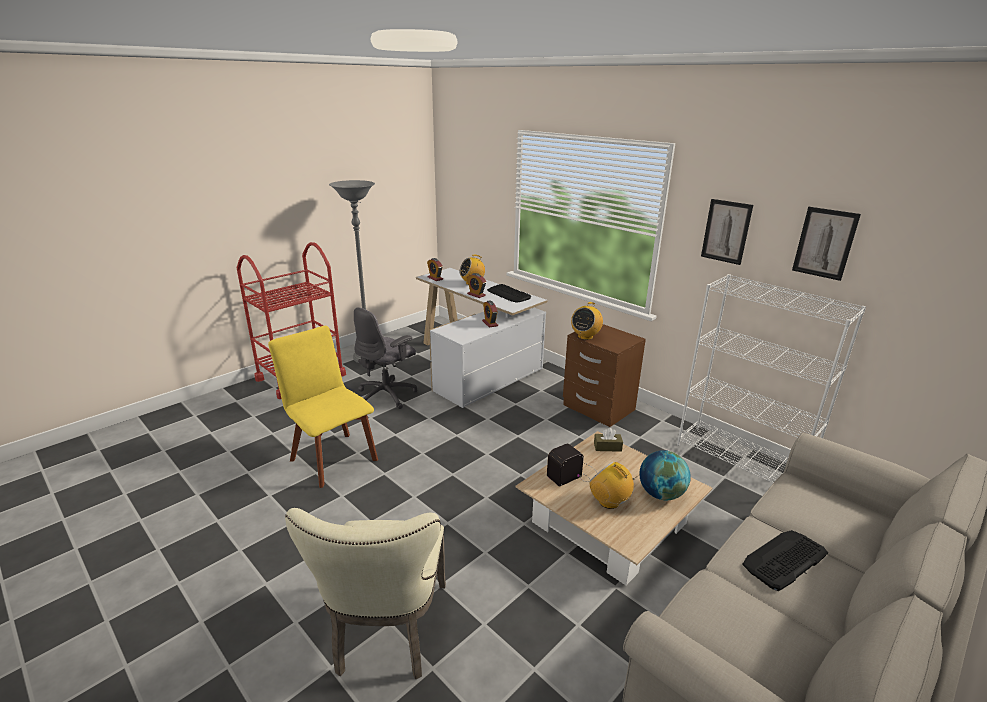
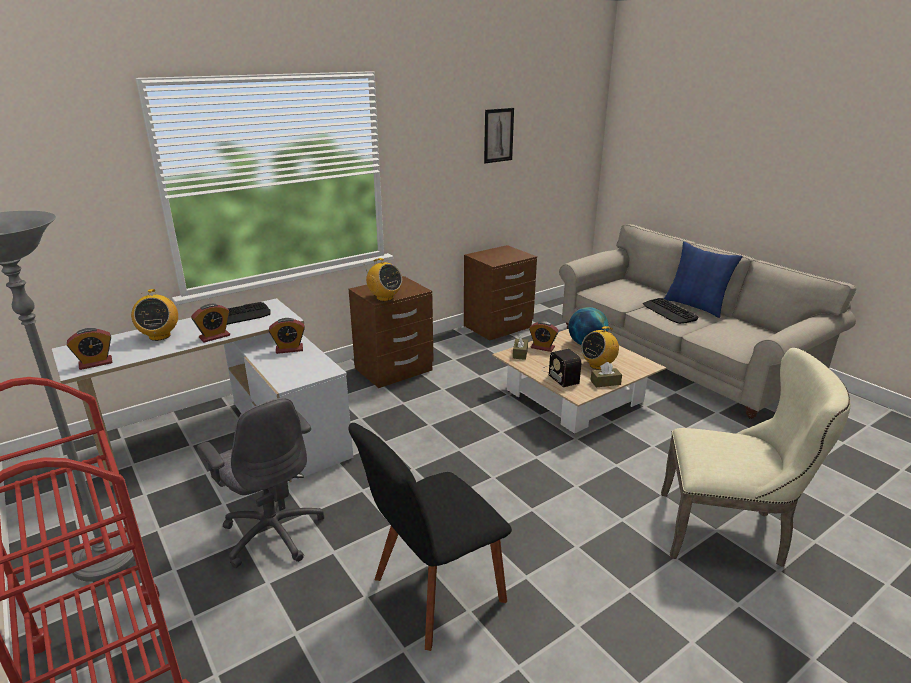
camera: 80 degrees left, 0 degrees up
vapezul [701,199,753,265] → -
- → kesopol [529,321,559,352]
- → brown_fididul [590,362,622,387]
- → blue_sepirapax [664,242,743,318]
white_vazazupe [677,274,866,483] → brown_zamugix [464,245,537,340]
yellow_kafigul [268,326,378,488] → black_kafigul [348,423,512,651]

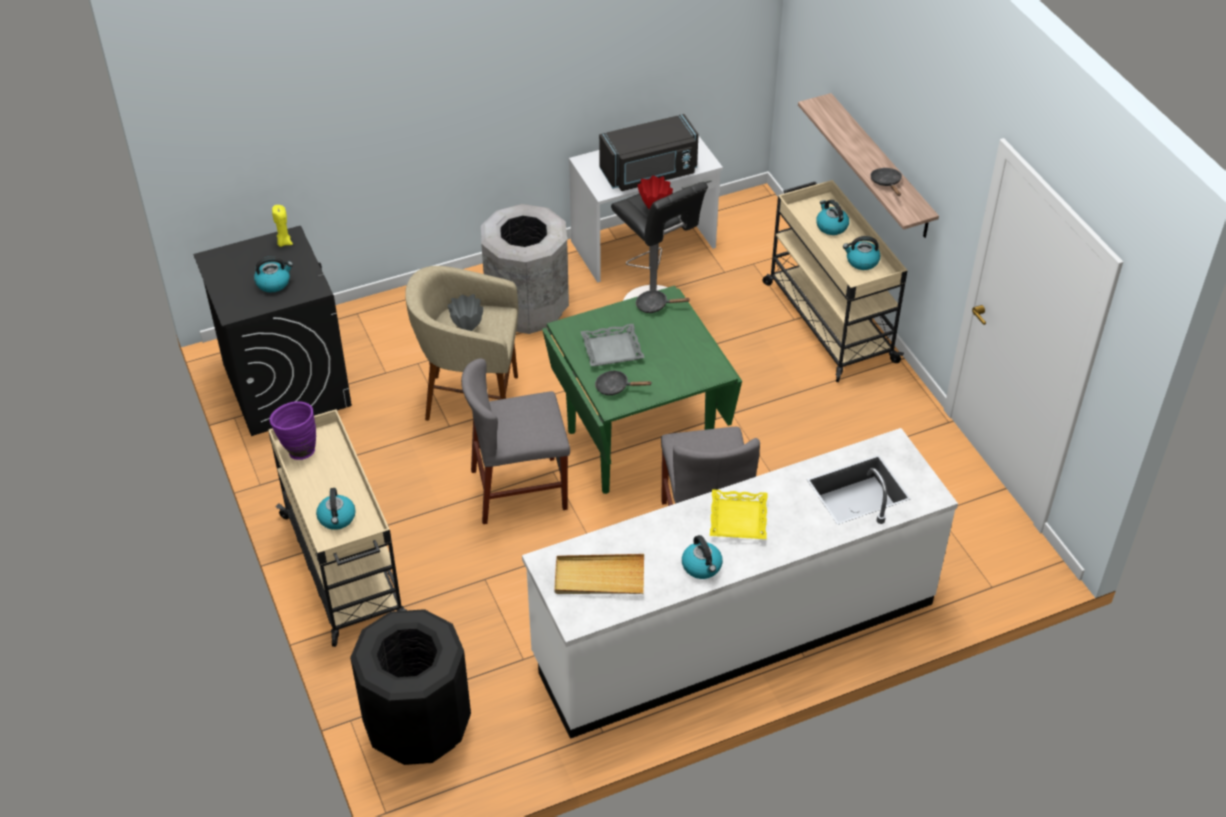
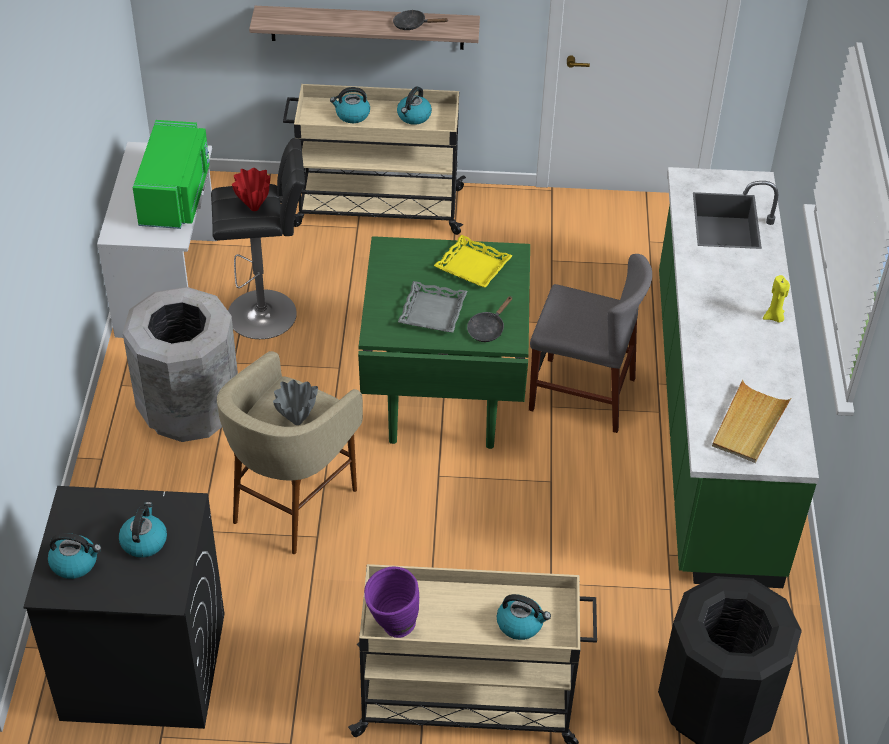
camera: 65 degrees left, 0 degrees up
grey_kafigul [461,358,570,524] → -
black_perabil [636,290,691,313] → -
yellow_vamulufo [272,205,293,247] → yellow_vamulufo [763,275,790,323], move
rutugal [682,535,723,579] → rutugal [48,533,102,579], move
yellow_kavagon [710,489,767,539] → yellow_kavagon [434,235,512,288], move
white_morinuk [522,428,958,739] → green_morinuk [659,167,819,588]
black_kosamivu [599,114,699,191] → green_kosamivu [133,120,209,229]

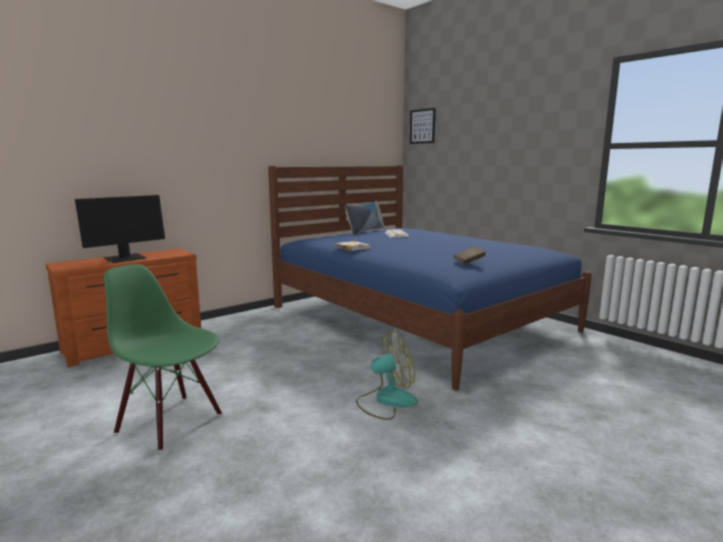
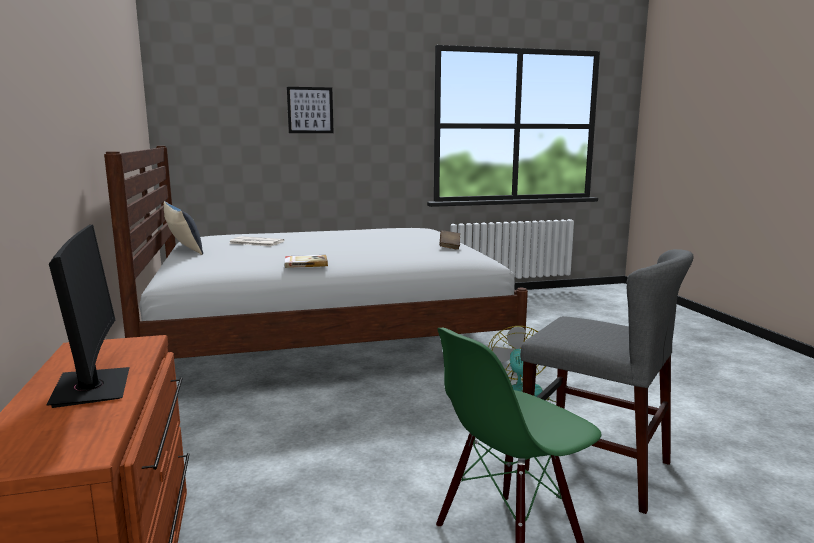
camera: 65 degrees left, 0 degrees up
- → grey_kafigul [520,249,694,514]
vapezul [410,108,436,144] → vapezul [287,87,334,133], move
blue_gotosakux [268,165,592,390] → white_gotosakux [104,146,528,359]

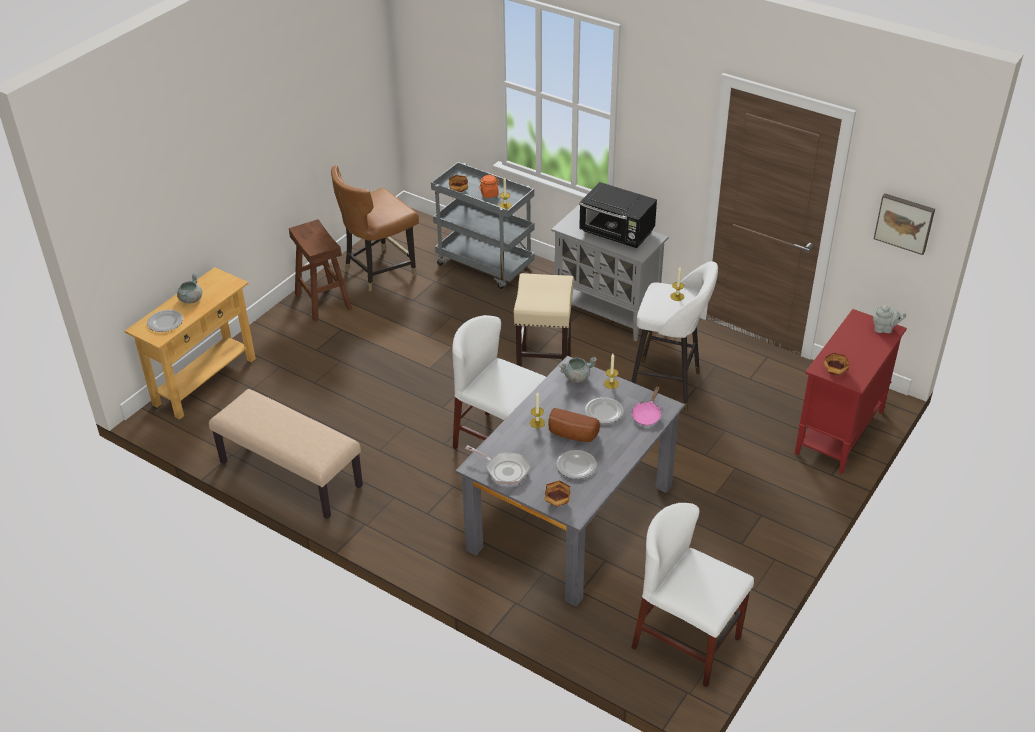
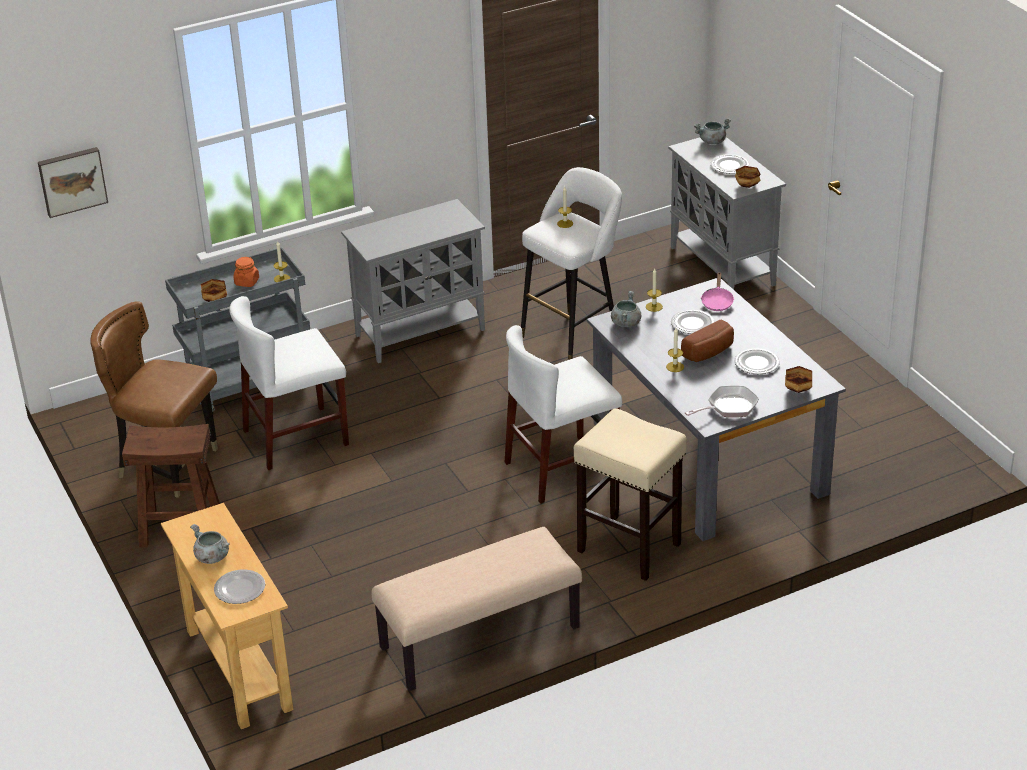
camera: 60 degrees left, 5 degrees down
black_kosamivu [579,182,657,248] → -
- → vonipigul [711,154,749,174]
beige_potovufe [514,273,574,367] → beige_potovufe [574,408,687,581], move
white_kafigul [631,503,754,687] → white_kafigul [229,296,349,470], move
vapezul [874,193,935,255] → vapezul [38,147,108,218], move
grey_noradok [873,305,906,333] → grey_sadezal [694,119,731,145]
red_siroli [795,309,907,474] → grey_siroli [668,137,786,290]
brown_kafigul [331,166,419,292] → brown_kafigul [90,301,218,498], 120 degrees clockwise
pink_perabil [632,386,661,426] → pink_perabil [701,272,734,311], 45 degrees clockwise

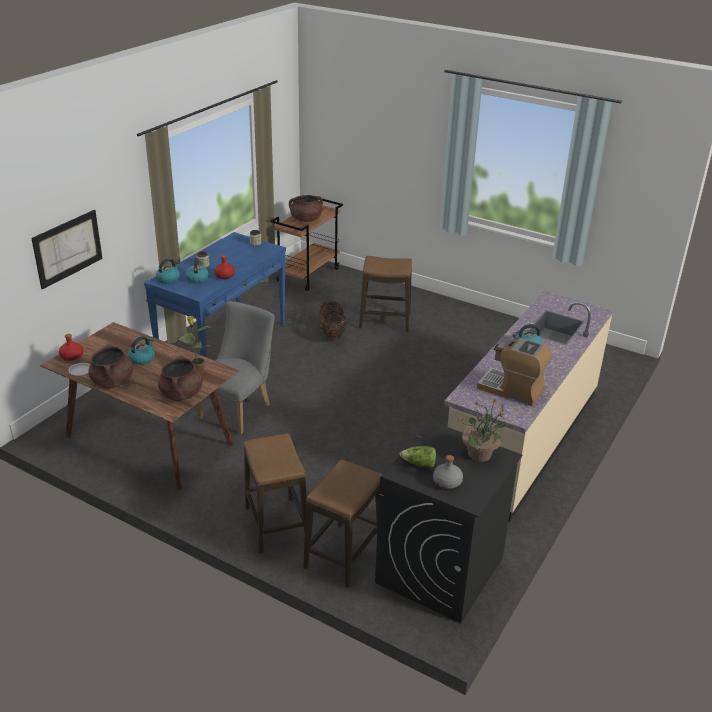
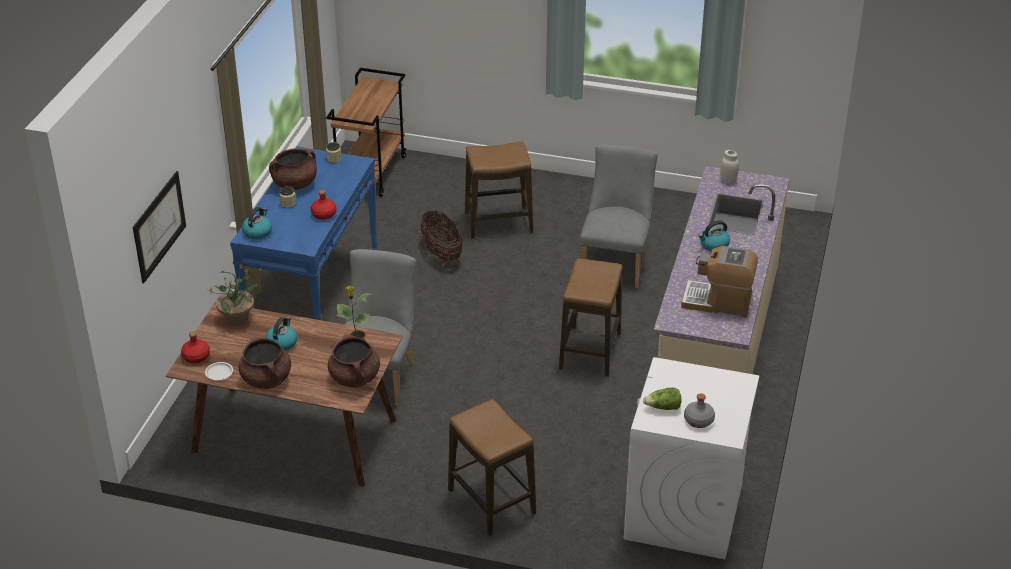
camera: 15 degrees left, 5 degrees up
rutugal [185,258,209,283] → -
- → grey_kafigul [580,144,658,288]
- → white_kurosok [720,150,739,184]
brown_sadezal [289,195,323,222] → brown_sadezal [269,148,317,190], move
potovufe [303,459,382,588] → potovufe [559,258,622,377], move
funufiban [460,399,509,462] → funufiban [209,264,259,326], move
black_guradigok [375,421,522,623] → white_guradigok [624,357,759,559]

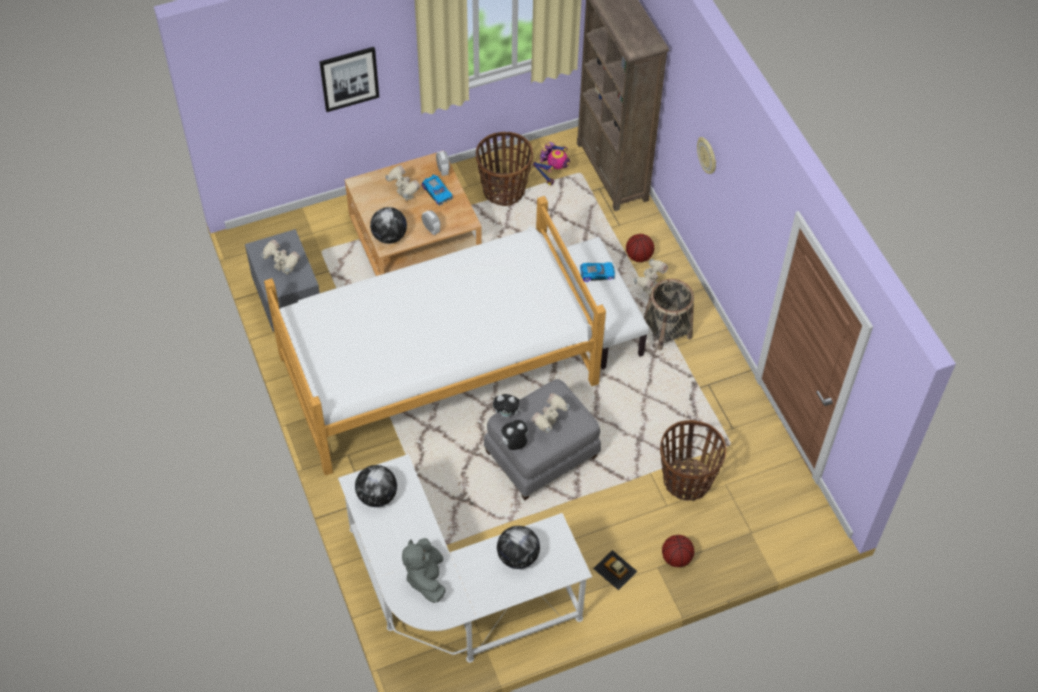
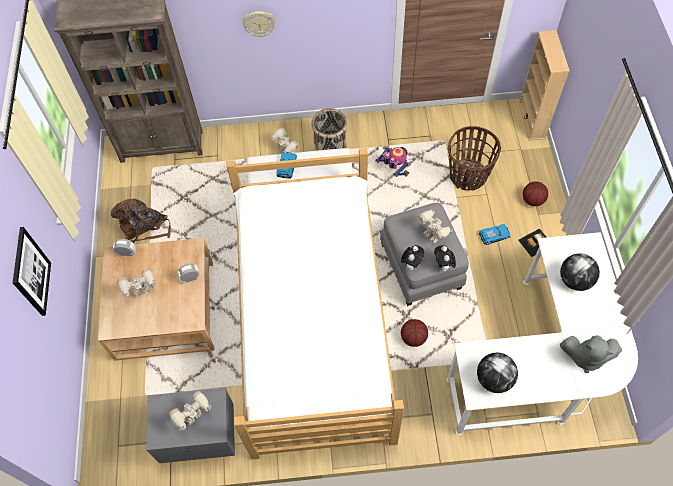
camera: 70 degrees left, 5 degrees up
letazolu [370,207,407,244] → -
- → beige_vazazupe [518,30,570,141]
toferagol [422,174,453,206] → toferagol [479,224,510,245], move
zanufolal [532,142,570,186] → zanufolal [375,146,410,177], move
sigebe [626,234,654,262] → sigebe [401,319,428,347], move
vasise [476,132,533,206] → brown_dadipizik [111,199,171,243]

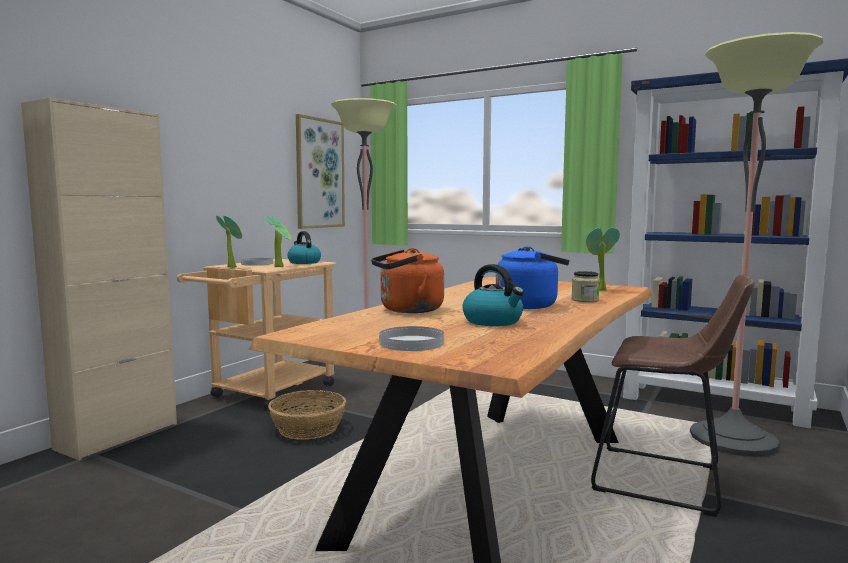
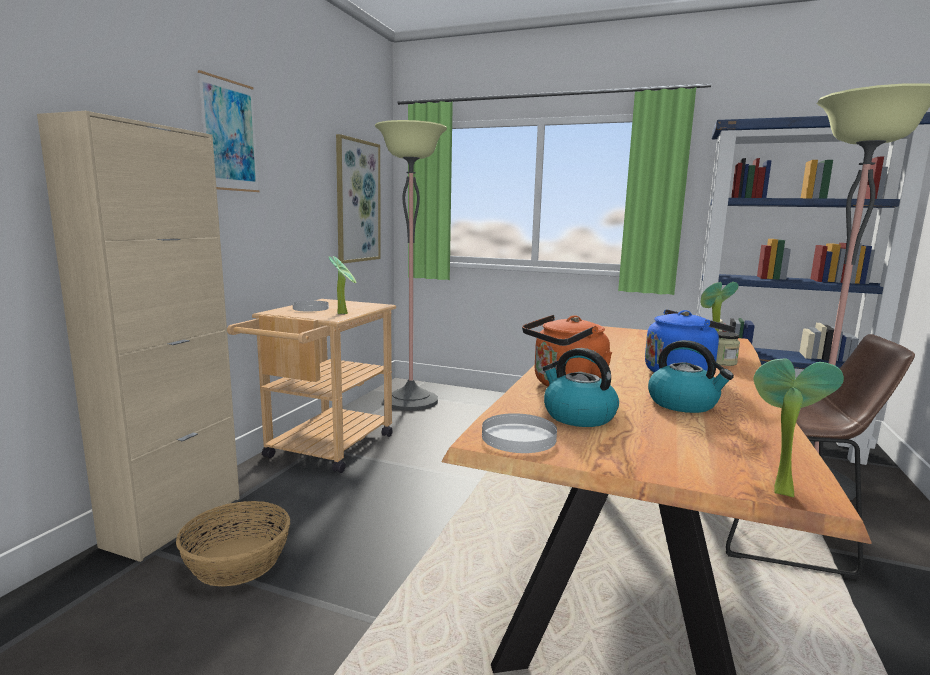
camera: 10 degrees left, 5 degrees up
- → vapezul [198,70,259,192]
funufiban [216,215,242,268] → funufiban [754,358,844,497], move
vasise [268,390,346,440] → vasise [176,501,290,586], move
rutugal [287,231,321,264] → rutugal [543,348,619,427], move
white_vonipigul [379,326,444,351] → white_vonipigul [482,413,557,453], move

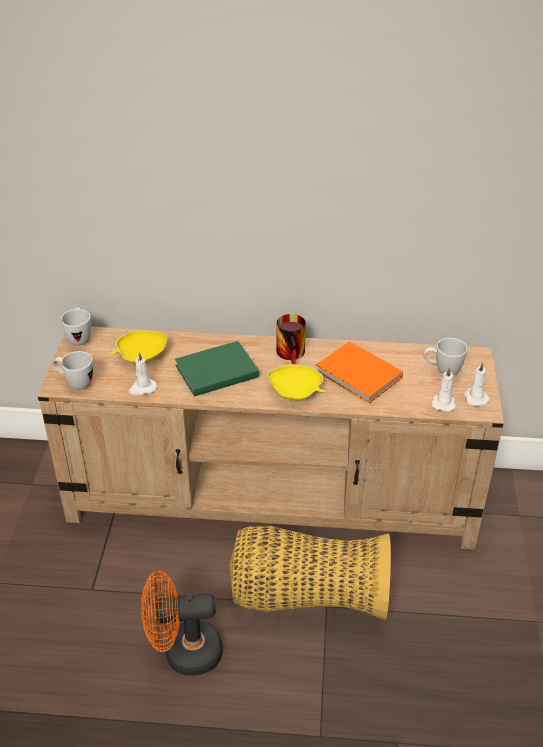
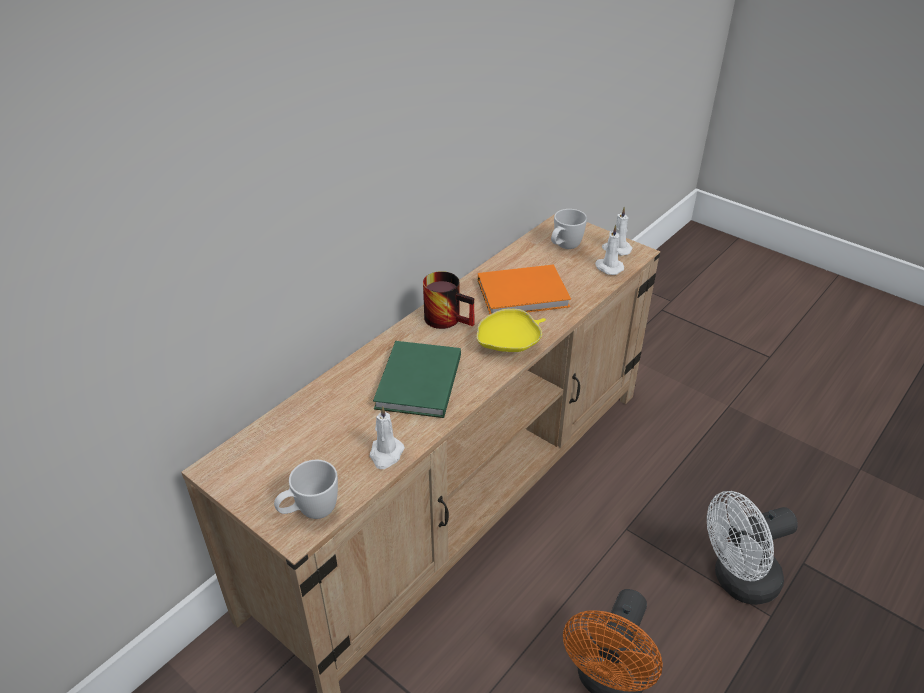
camera: 55 degrees left, 0 degrees up
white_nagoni [61,307,91,345] → -
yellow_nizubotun [110,330,167,363] → -
vasise [229,526,391,620] → -
- → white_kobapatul [707,491,798,605]

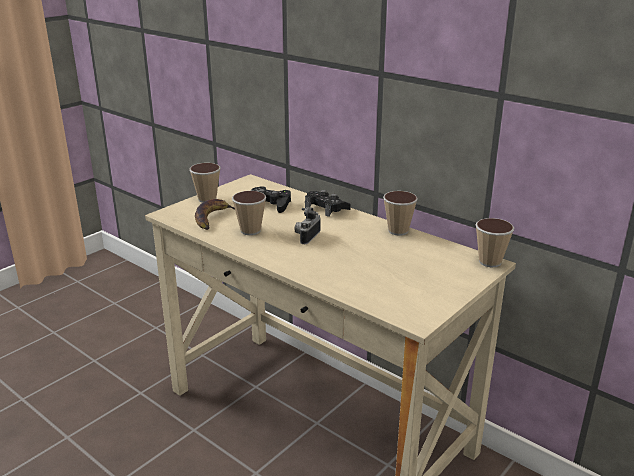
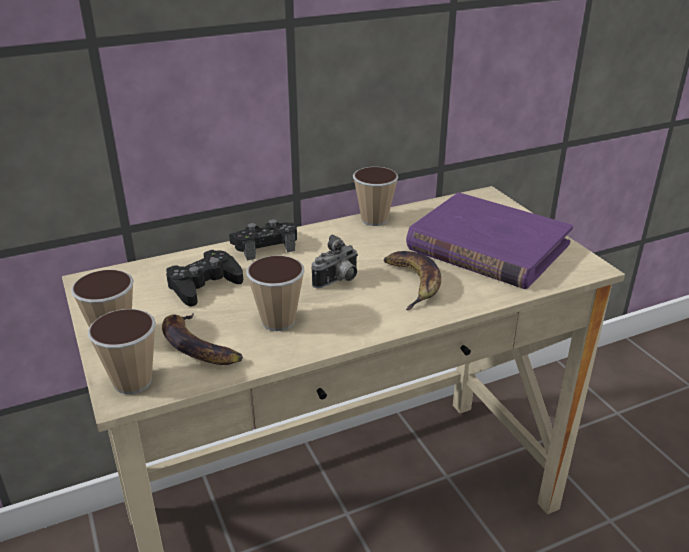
camera: 65 degrees left, 5 degrees up
- → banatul [384,251,441,310]
- → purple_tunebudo [406,192,573,289]
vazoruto [476,218,514,267] → vazoruto [88,309,156,394], move
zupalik [295,207,320,244] → zupalik [312,235,358,288], 90 degrees counterclockwise

